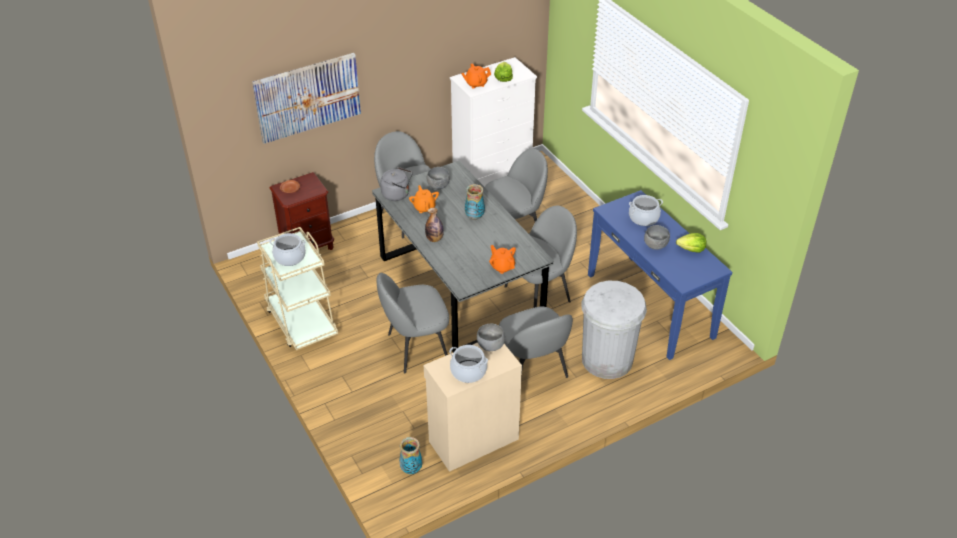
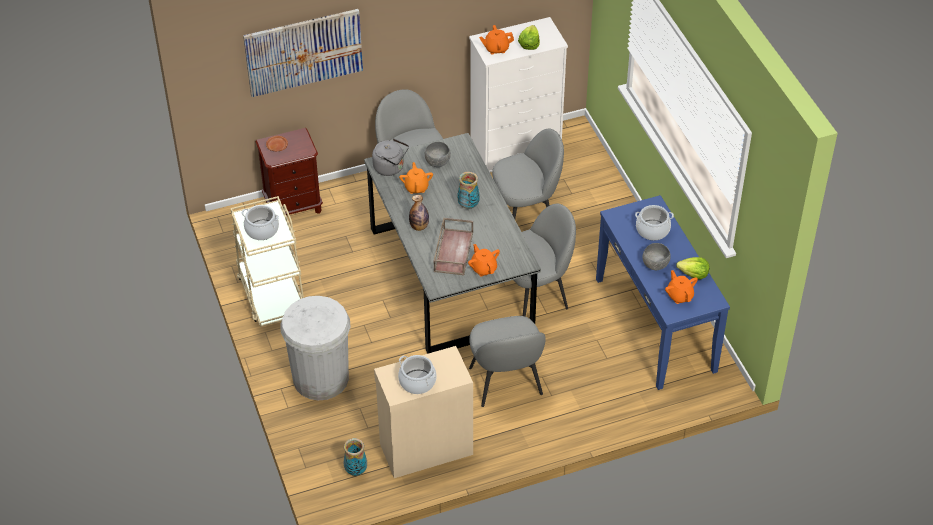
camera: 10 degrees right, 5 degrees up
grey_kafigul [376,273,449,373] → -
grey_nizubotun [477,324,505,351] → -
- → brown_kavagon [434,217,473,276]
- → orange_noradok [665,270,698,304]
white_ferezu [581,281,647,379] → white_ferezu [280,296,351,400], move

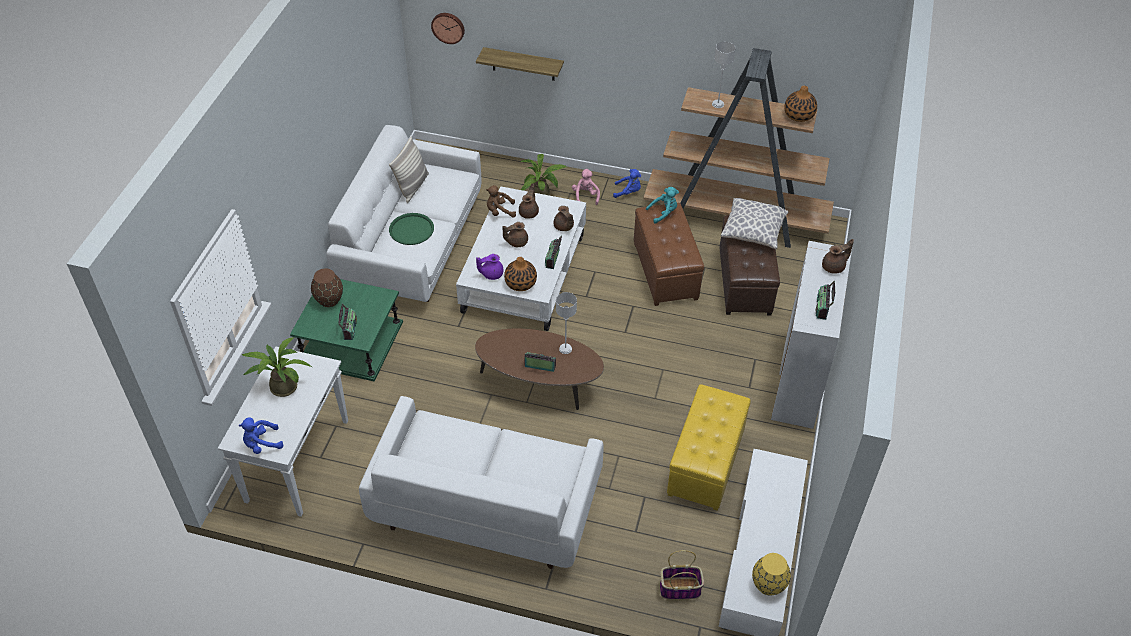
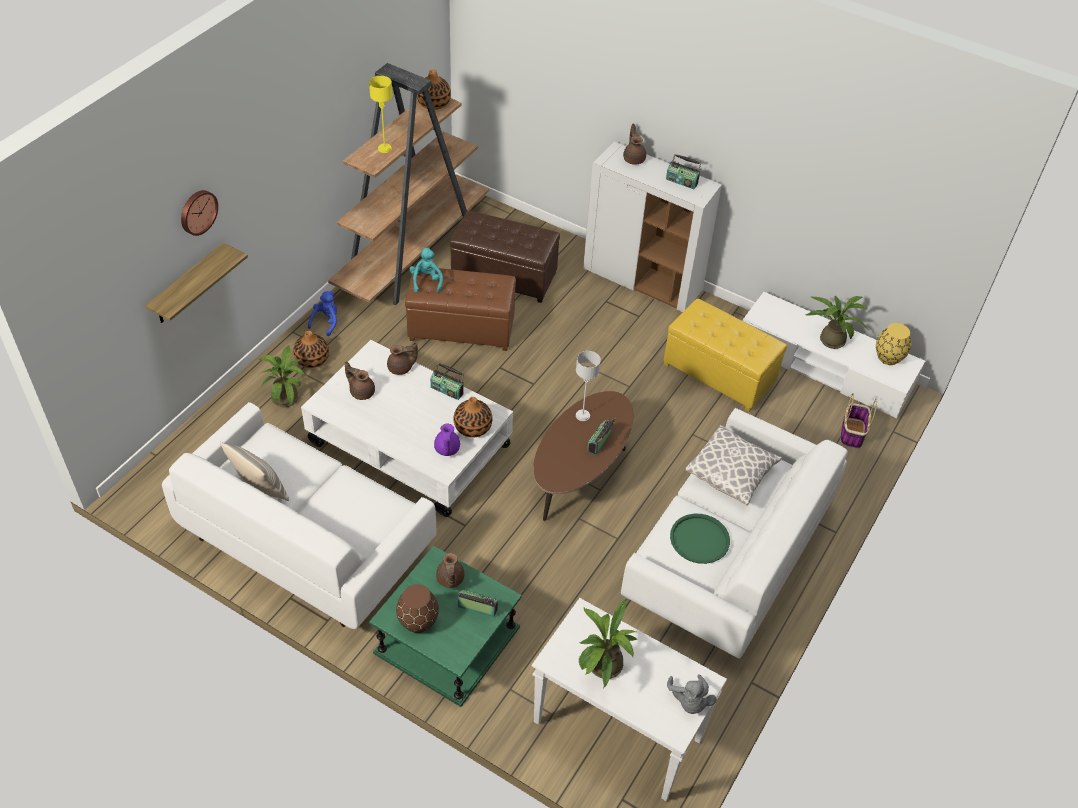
camera: 75 degrees left, 0 degrees up
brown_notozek [486,185,516,218] → -
- → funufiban [805,295,869,349]
green_kavagon [389,213,434,245] → green_kavagon [670,514,730,564], move
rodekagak [431,13,465,44] → rodekagak [181,190,218,236], move
brown_noradok [503,222,528,247] → brown_noradok [436,553,465,588], move
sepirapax [721,198,788,249] → sepirapax [685,425,782,506], move
pink_notozek [572,169,600,205] → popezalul [293,331,329,368]
blue_notozek [239,417,284,454] → grey_notozek [667,674,717,714]
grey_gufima [712,42,735,108] → yellow_gufima [369,76,392,153]

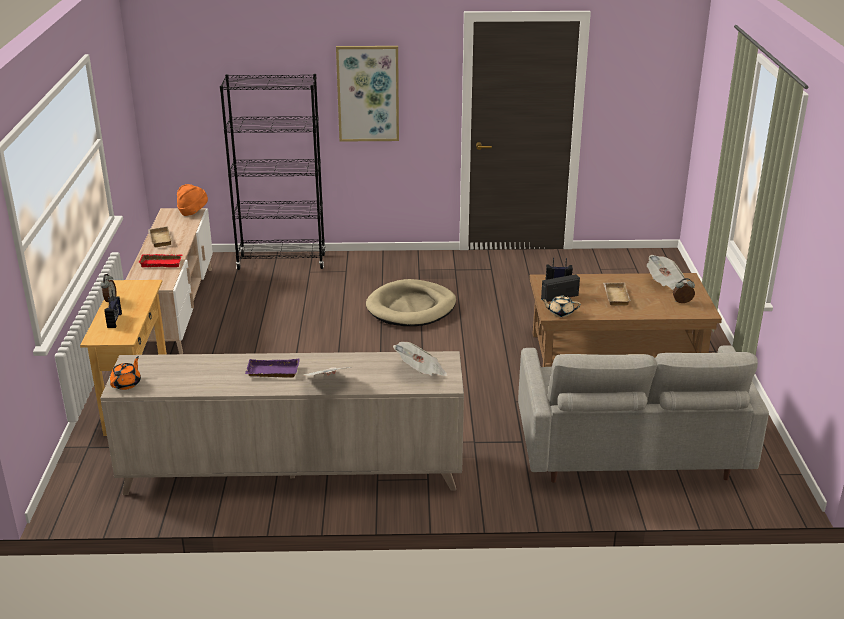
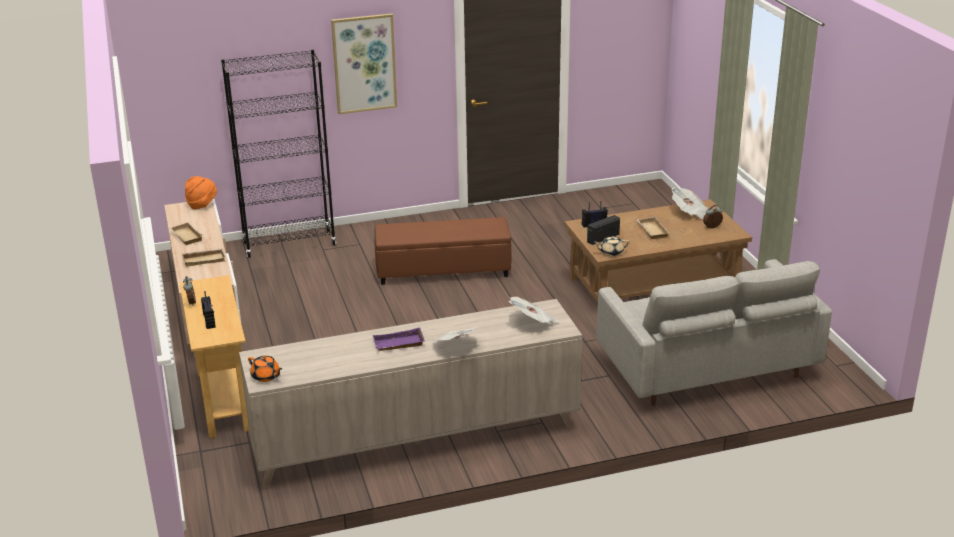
camera: 15 degrees left, 0 degrees up
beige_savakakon [366,279,456,326] → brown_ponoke [374,217,511,285]
red_kavagon [138,254,182,267] → beige_kavagon [181,248,225,267]
orange_noradok [110,356,141,390] → orange_noradok [248,356,282,382], 120 degrees clockwise

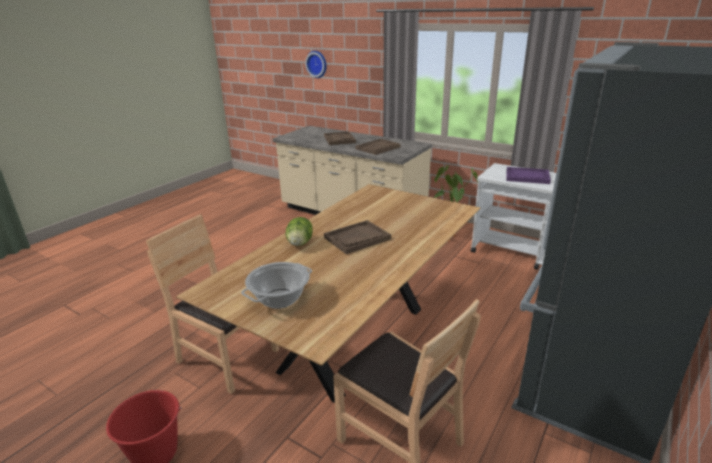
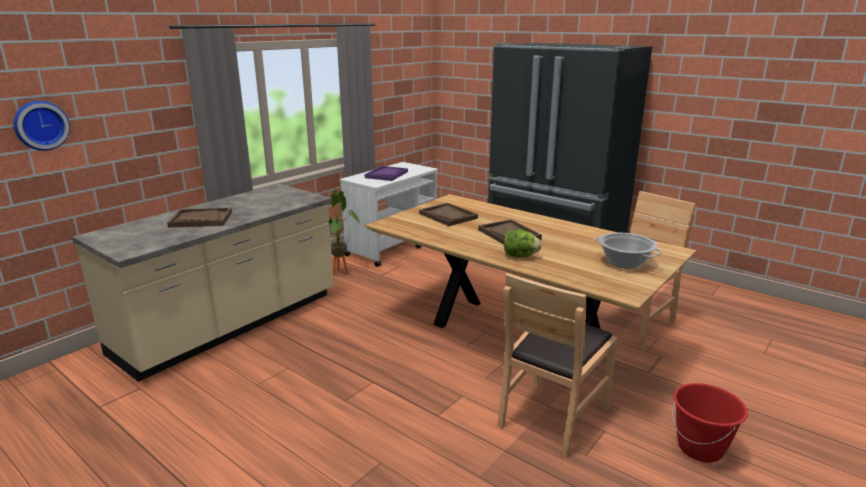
camera: 85 degrees left, 5 degrees down
brown_kavagon [356,139,401,155] → brown_kavagon [419,203,478,226], move

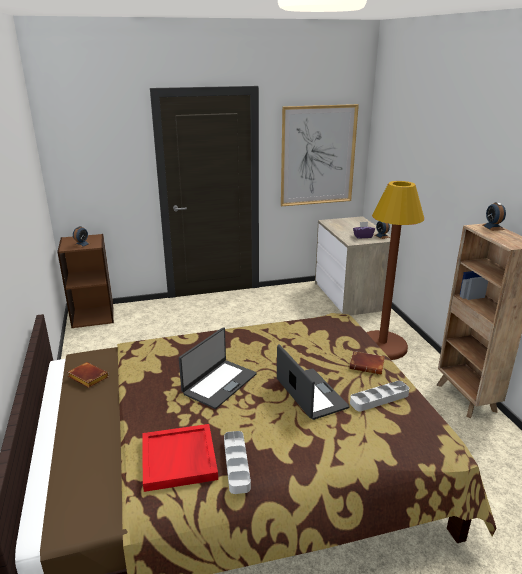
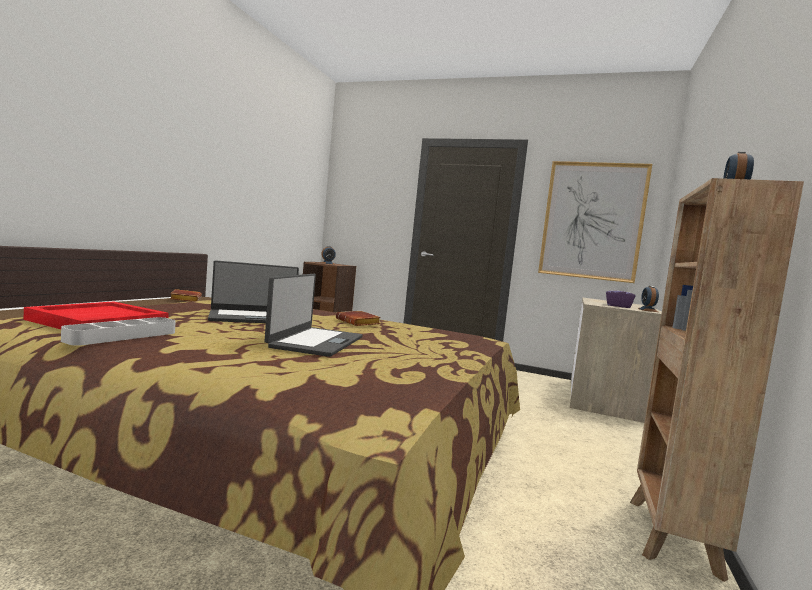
camera: 35 degrees right, 20 degrees down
grey_kavagon [350,381,409,411] → -
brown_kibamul [366,181,424,360] → -
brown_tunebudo [349,351,385,374] → brown_tunebudo [336,311,381,326], move

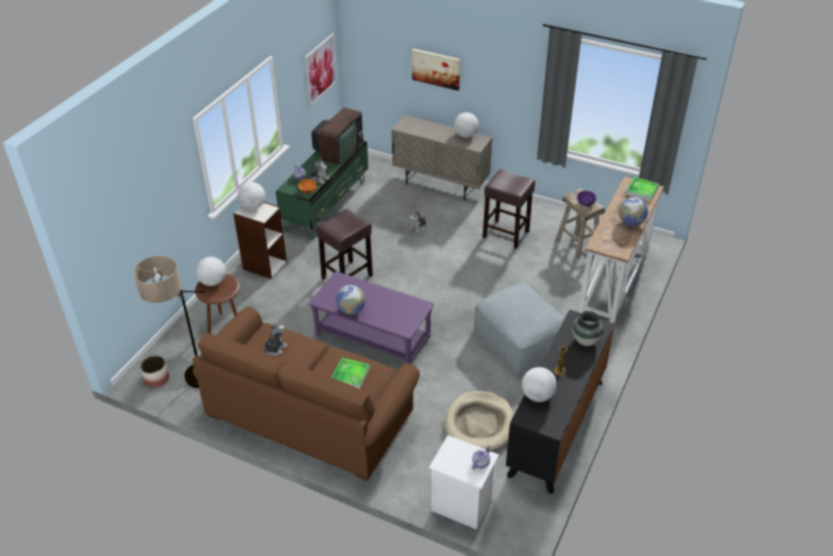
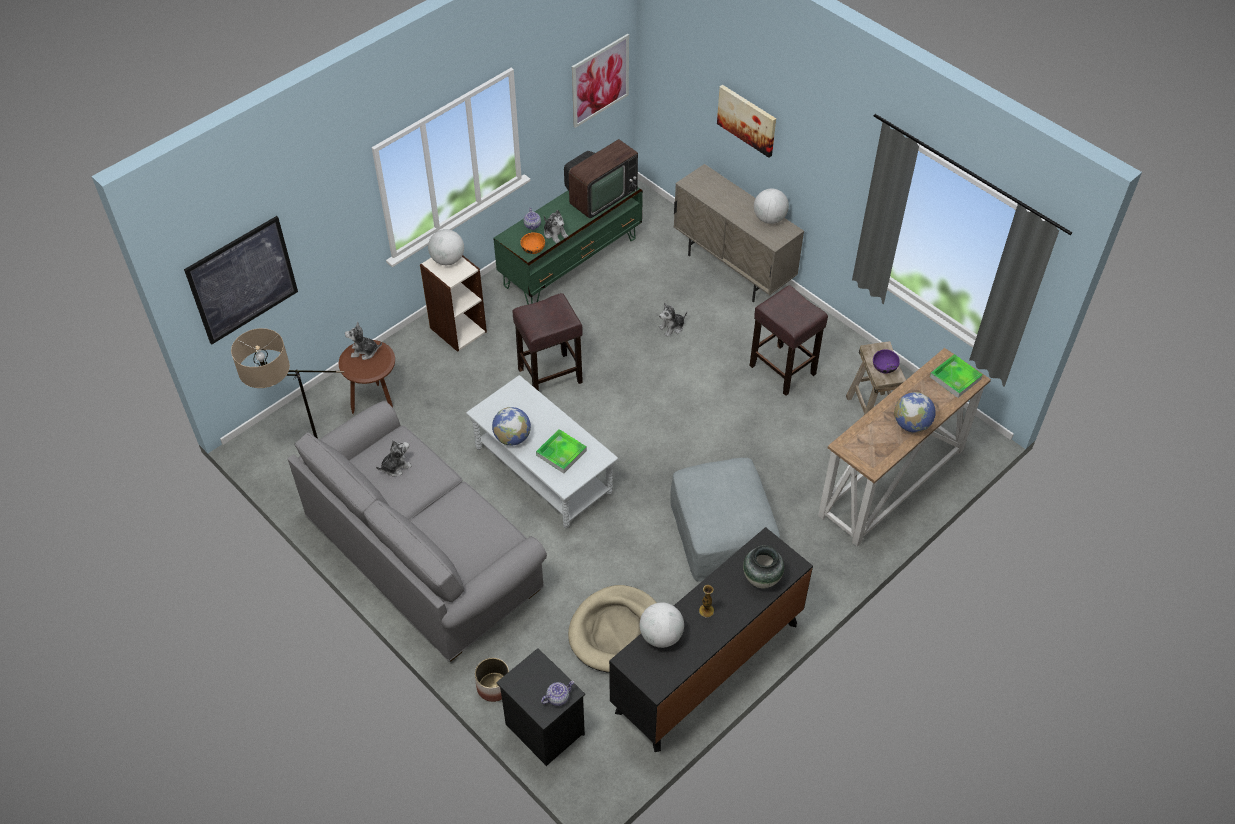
camera: 20 degrees right, 10 degrees up
- → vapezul [184,216,298,345]
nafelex [140,356,169,388] → nafelex [475,658,509,702], move
kavagon [332,358,370,389] → kavagon [536,429,587,473], move
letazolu [196,257,226,286] → notozek [345,322,382,360]
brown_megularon [192,307,420,481] → grey_megularon [288,401,547,662]
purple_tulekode [308,271,435,364] → grey_tulekode [466,375,618,528]
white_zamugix [429,435,499,530] → black_zamugix [496,648,585,766]

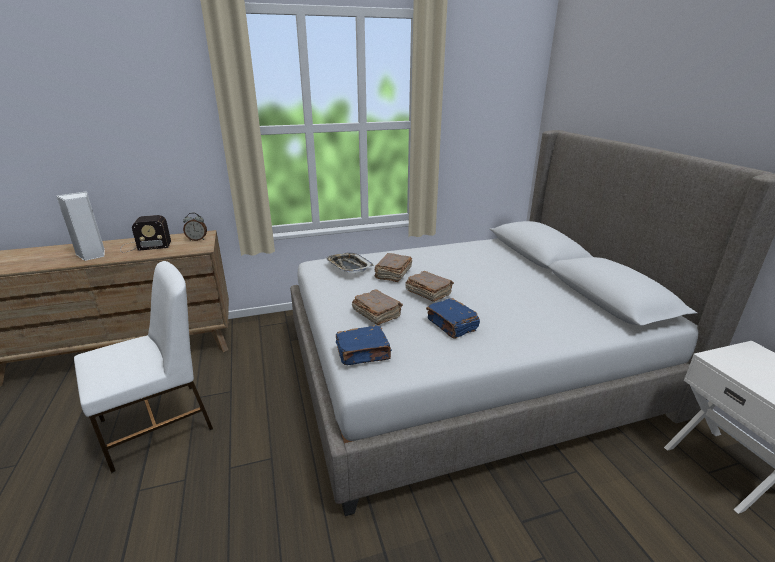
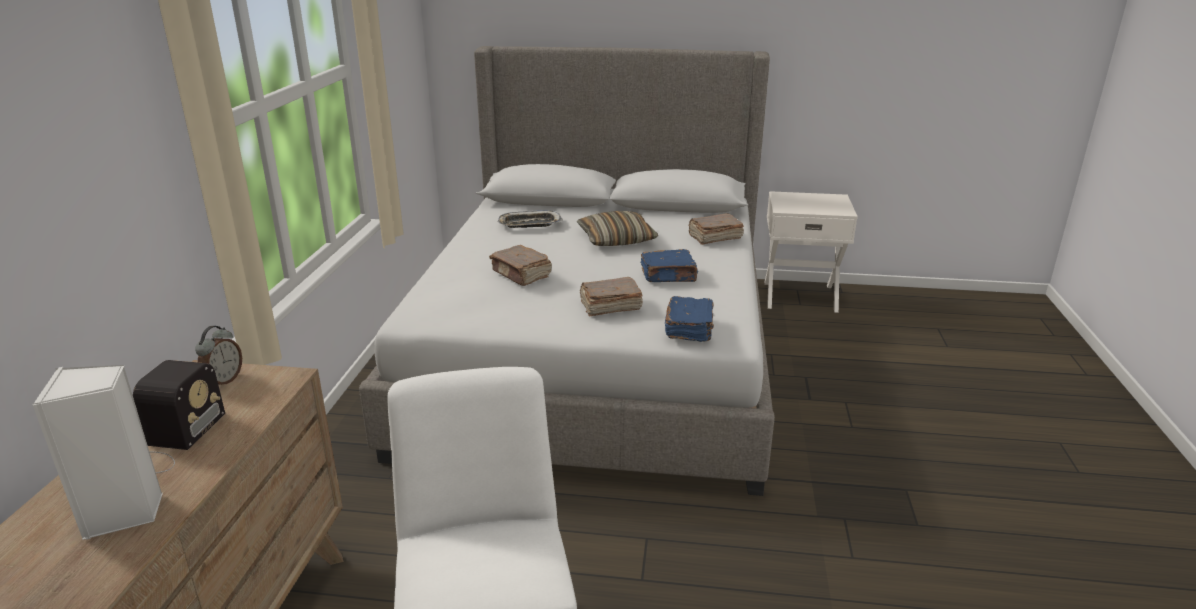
camera: 65 degrees left, 0 degrees up
- → sepirapax [576,211,658,246]
kavagon [326,253,374,273] → kavagon [498,210,563,228], move
brown_tunebudo [405,271,454,302] → brown_tunebudo [688,213,744,245], move

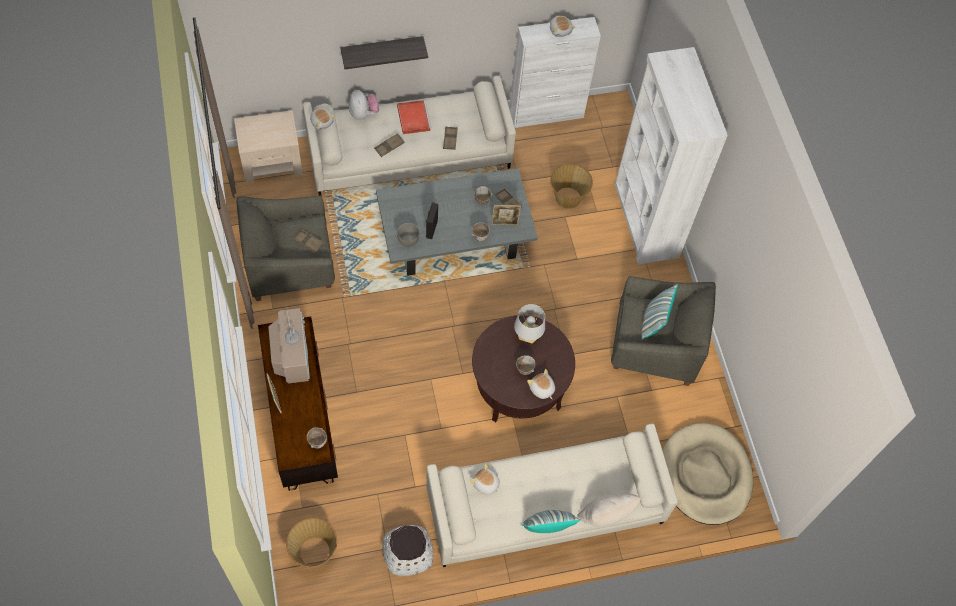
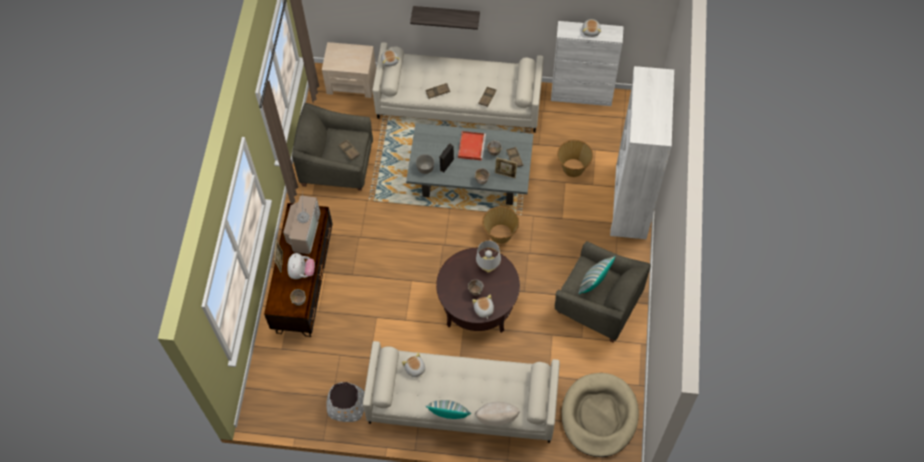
camera: 25 degrees right, 0 degrees up
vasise [286,518,337,568] → vasise [482,206,519,244], move
notozek [349,90,379,120] → notozek [287,253,315,279], move
red_kavagon [397,100,432,134] → red_kavagon [458,131,486,160], move

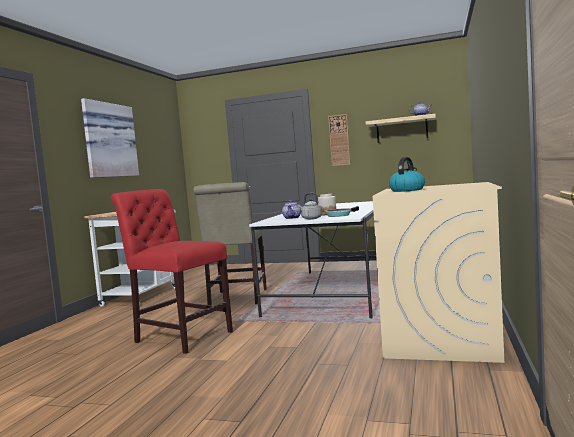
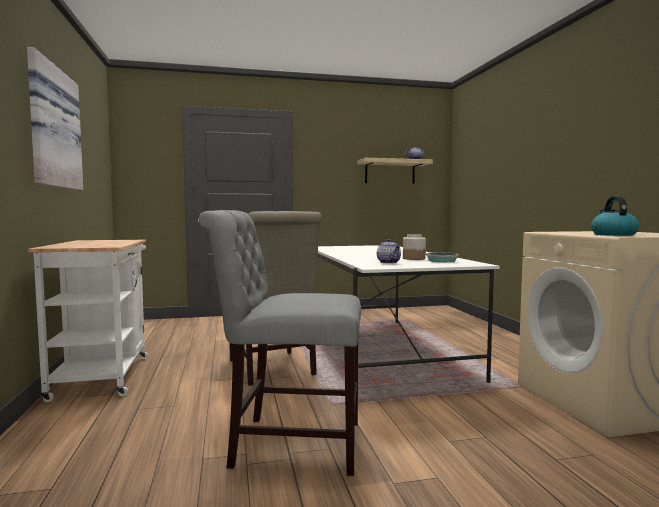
camera: 30 degrees left, 0 degrees up
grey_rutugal [298,193,322,219] → -
rodekagak [328,114,350,166] → -
red_kafigul [111,189,233,354] → grey_kafigul [199,210,361,476]

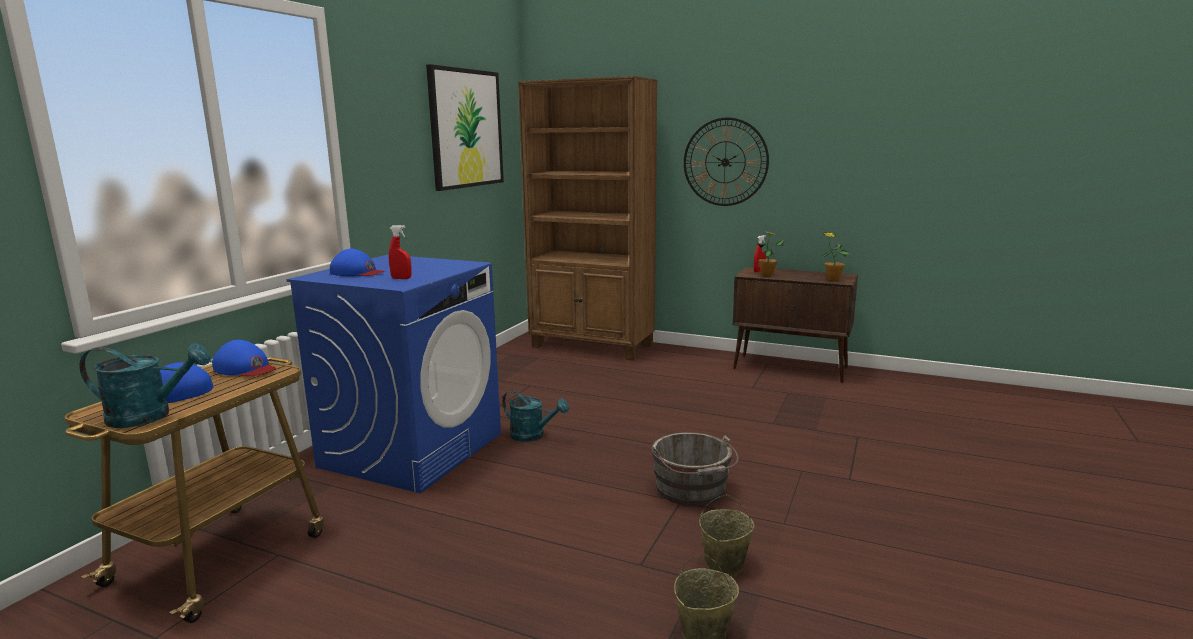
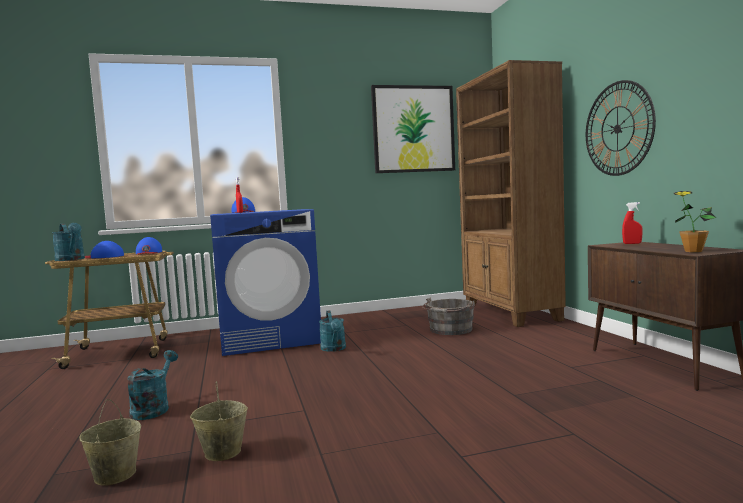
camera: 50 degrees right, 10 degrees down
funufiban [756,231,784,277] → -
- → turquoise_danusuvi [127,350,178,420]
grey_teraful [651,432,738,506] → grey_teraful [422,298,475,335], move

